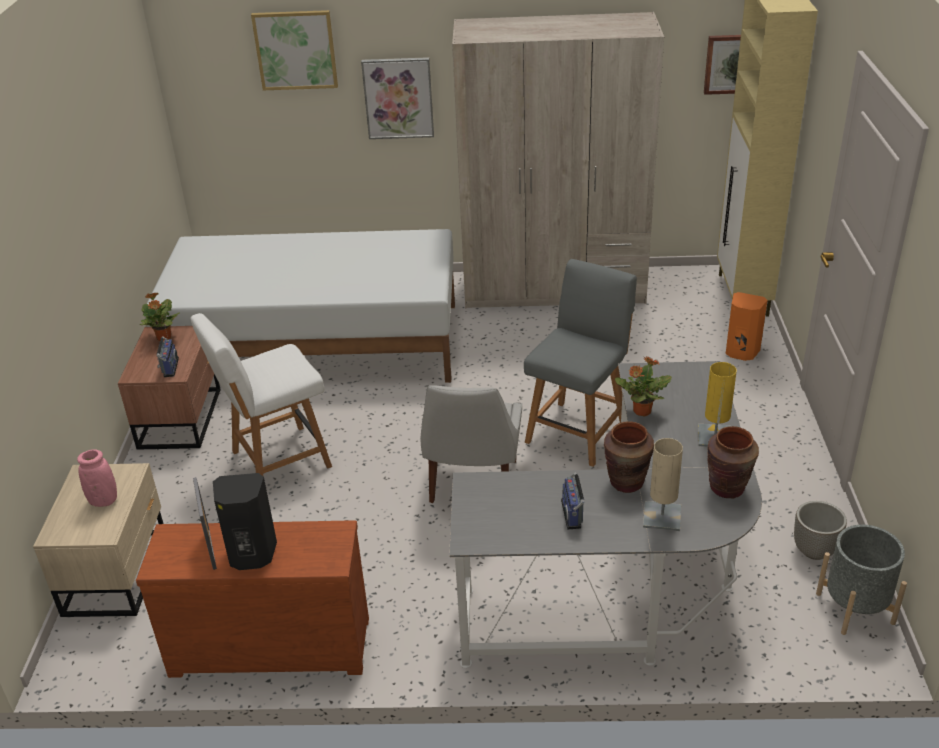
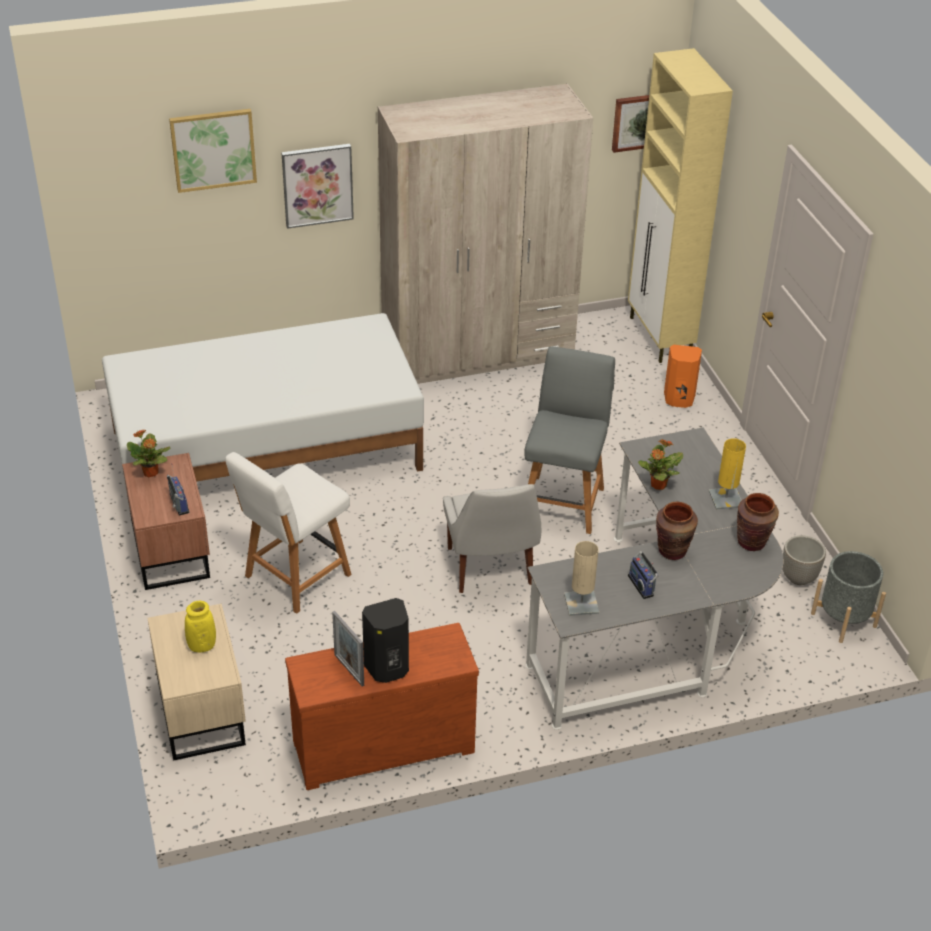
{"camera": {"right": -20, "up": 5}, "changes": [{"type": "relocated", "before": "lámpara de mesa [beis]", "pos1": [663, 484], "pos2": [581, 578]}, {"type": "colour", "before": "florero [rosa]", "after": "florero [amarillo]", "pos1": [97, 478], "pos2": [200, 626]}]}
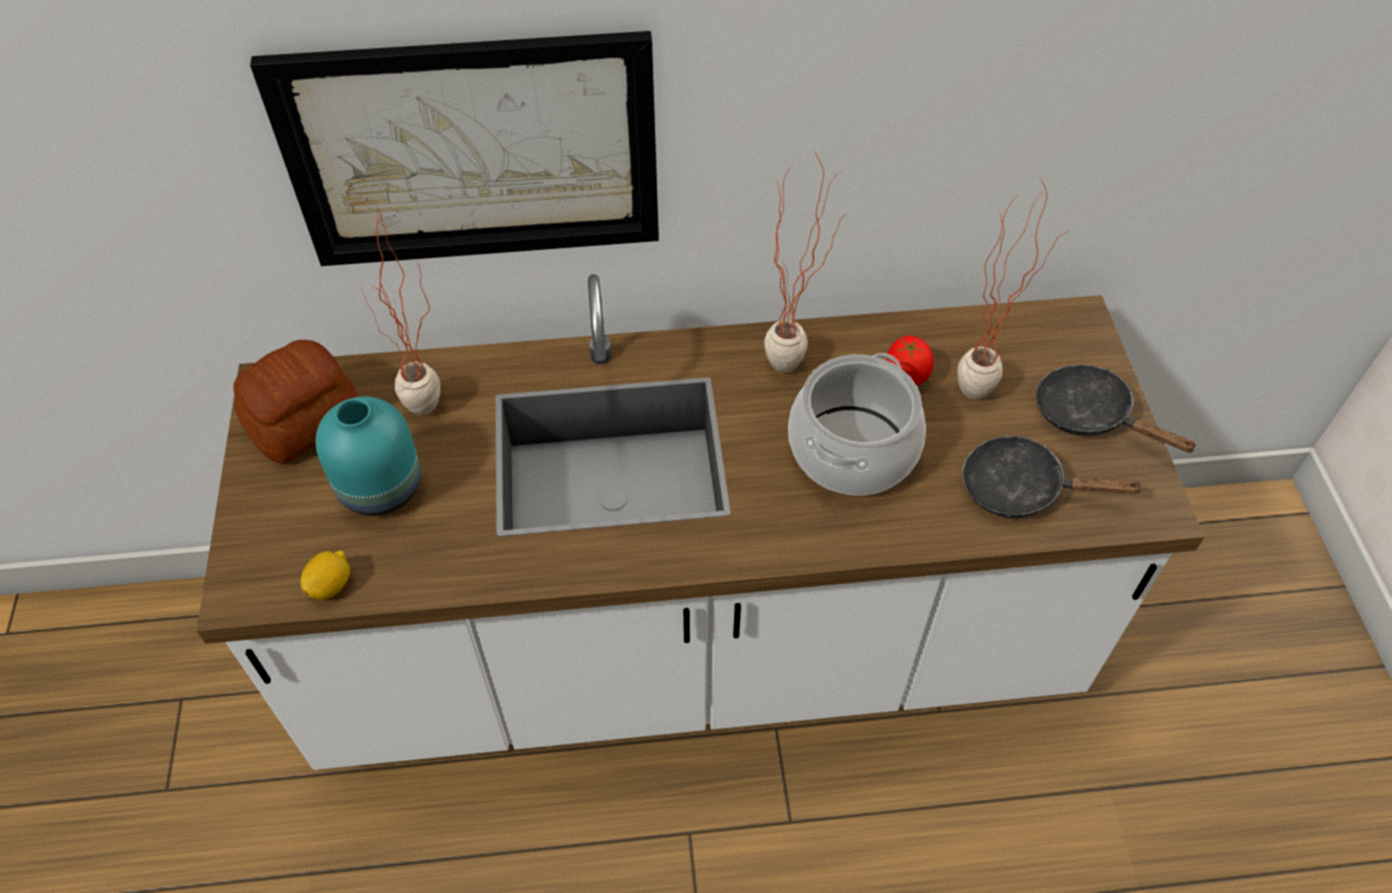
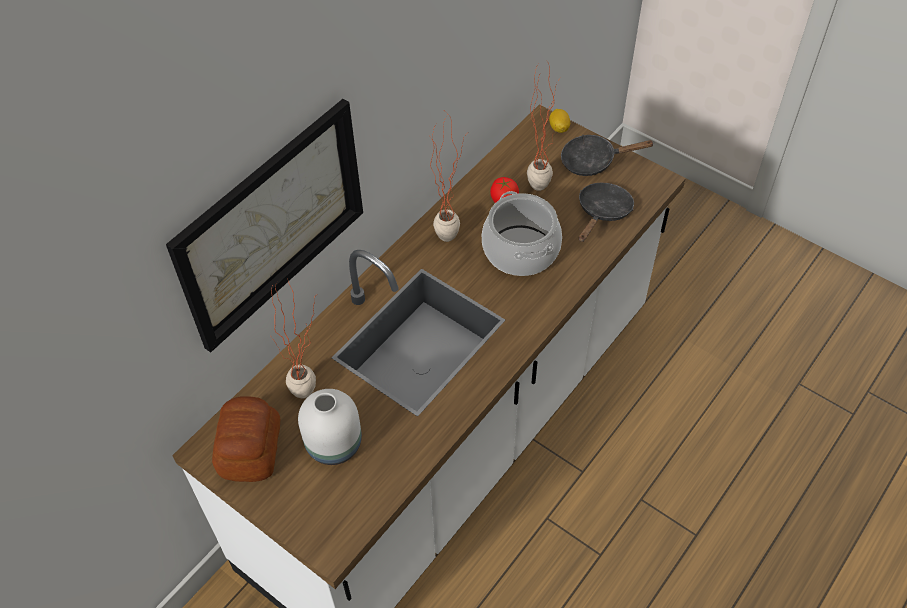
{"camera": {"right": -45, "up": 0}, "changes": [{"type": "relocated", "before": "limón", "pos1": [325, 575], "pos2": [559, 121]}, {"type": "colour", "before": "florero [turquesa]", "after": "florero [blanco]", "pos1": [368, 456], "pos2": [330, 427]}, {"type": "spun", "before": "sartén [negro]", "pos1": [1053, 476], "pos2": [606, 212], "turn": 150}]}
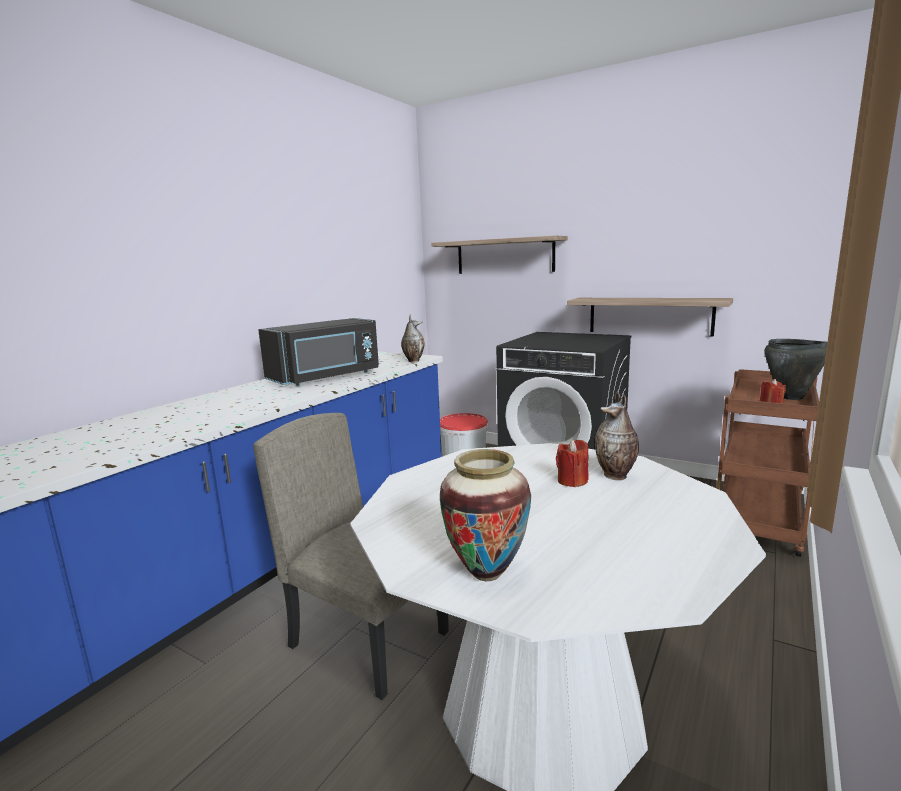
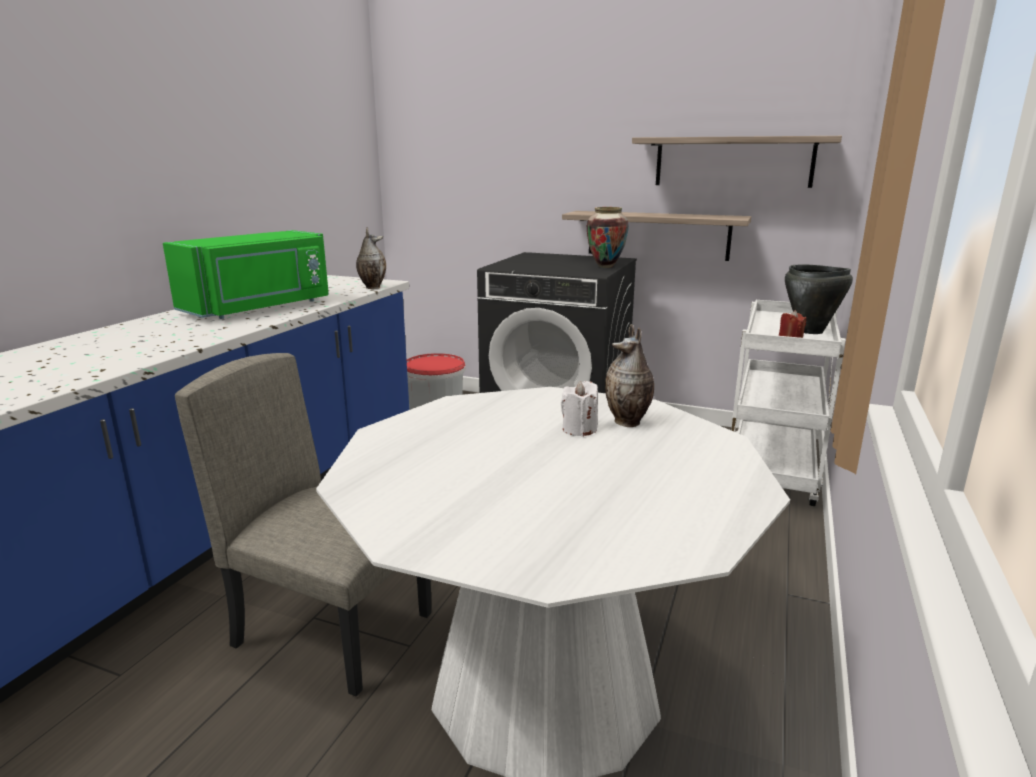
{"camera": {"right": -10, "up": 5}, "changes": [{"type": "relocated", "before": "estante", "pos1": [499, 255], "pos2": [737, 162]}, {"type": "relocated", "before": "florero", "pos1": [485, 515], "pos2": [608, 237]}, {"type": "colour", "before": "microondas [negro]", "after": "microondas [verde]", "pos1": [318, 352], "pos2": [246, 274]}, {"type": "colour", "before": "vela [rojo]", "after": "vela [blanco]", "pos1": [572, 463], "pos2": [579, 409]}, {"type": "colour", "before": "carrito [marrón]", "after": "carrito [blanco]", "pos1": [768, 463], "pos2": [788, 403]}]}
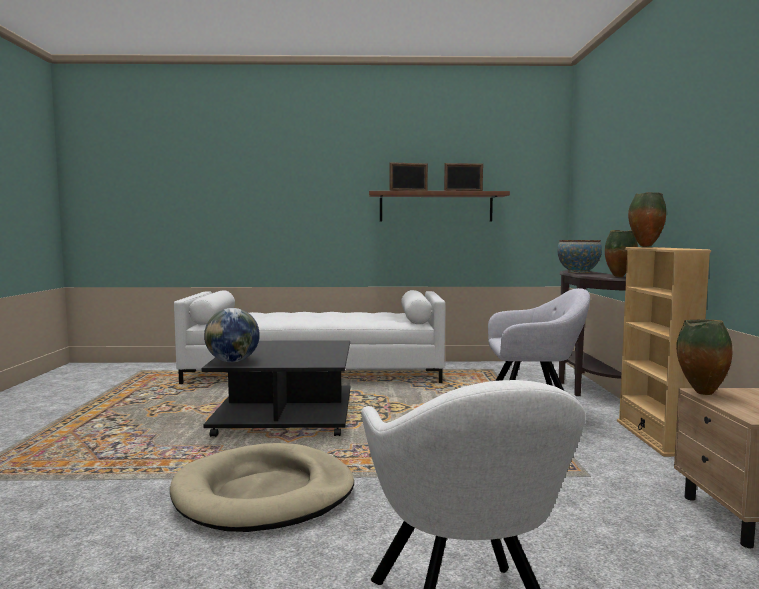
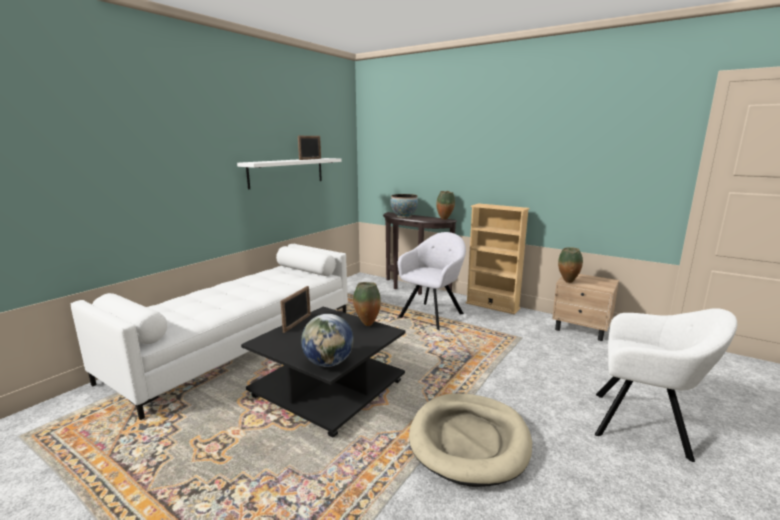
{"camera": {"right": -55, "up": 10}, "changes": [{"type": "relocated", "before": "portarretratos", "pos1": [409, 176], "pos2": [295, 309]}, {"type": "relocated", "before": "florero", "pos1": [647, 219], "pos2": [367, 304]}, {"type": "colour", "before": "estante [marrón]", "after": "estante [blanco]", "pos1": [439, 206], "pos2": [289, 173]}]}
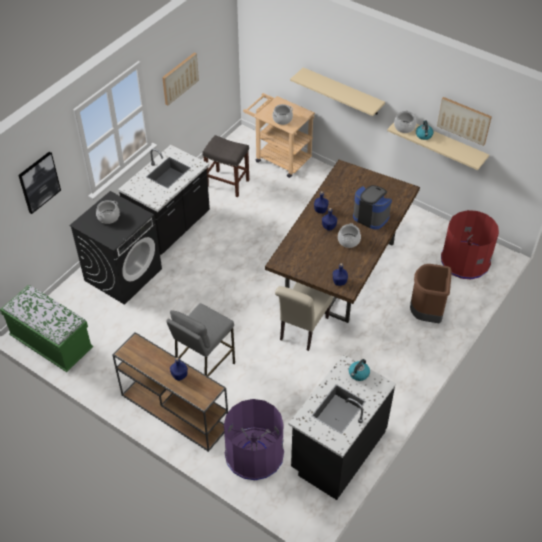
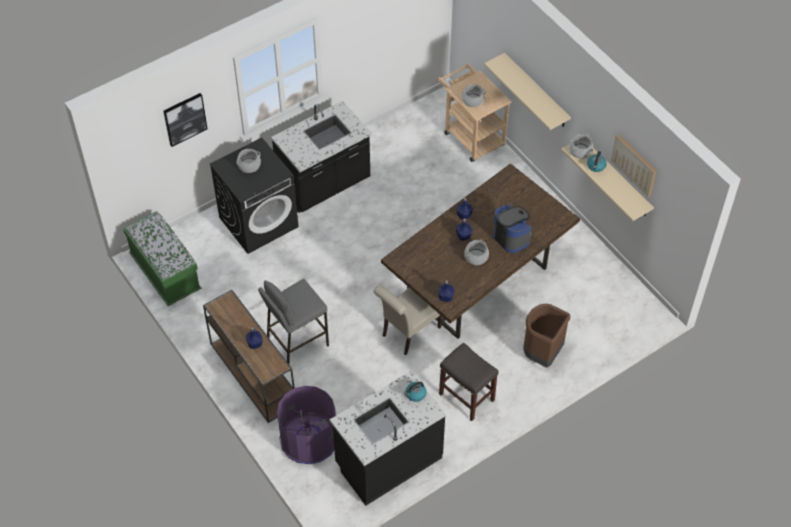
{"camera": {"right": 20, "up": 5}, "changes": [{"type": "missing", "before": "cuadro", "pos1": [180, 79]}, {"type": "missing", "before": "papelera [rojo]", "pos1": [470, 244]}, {"type": "relocated", "before": "taburete [gris]", "pos1": [225, 166], "pos2": [469, 381]}]}
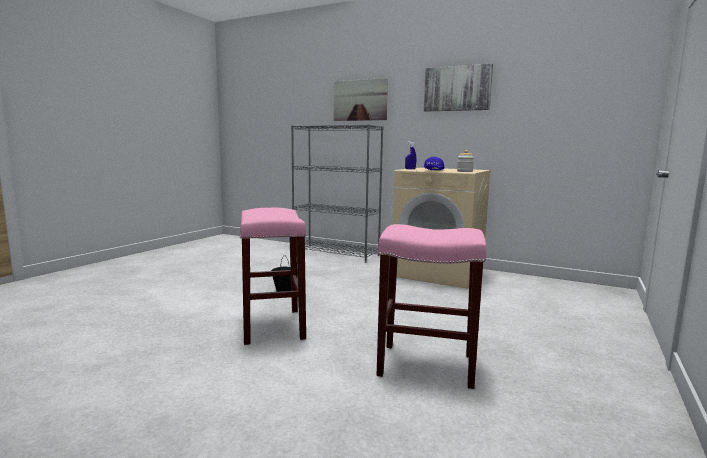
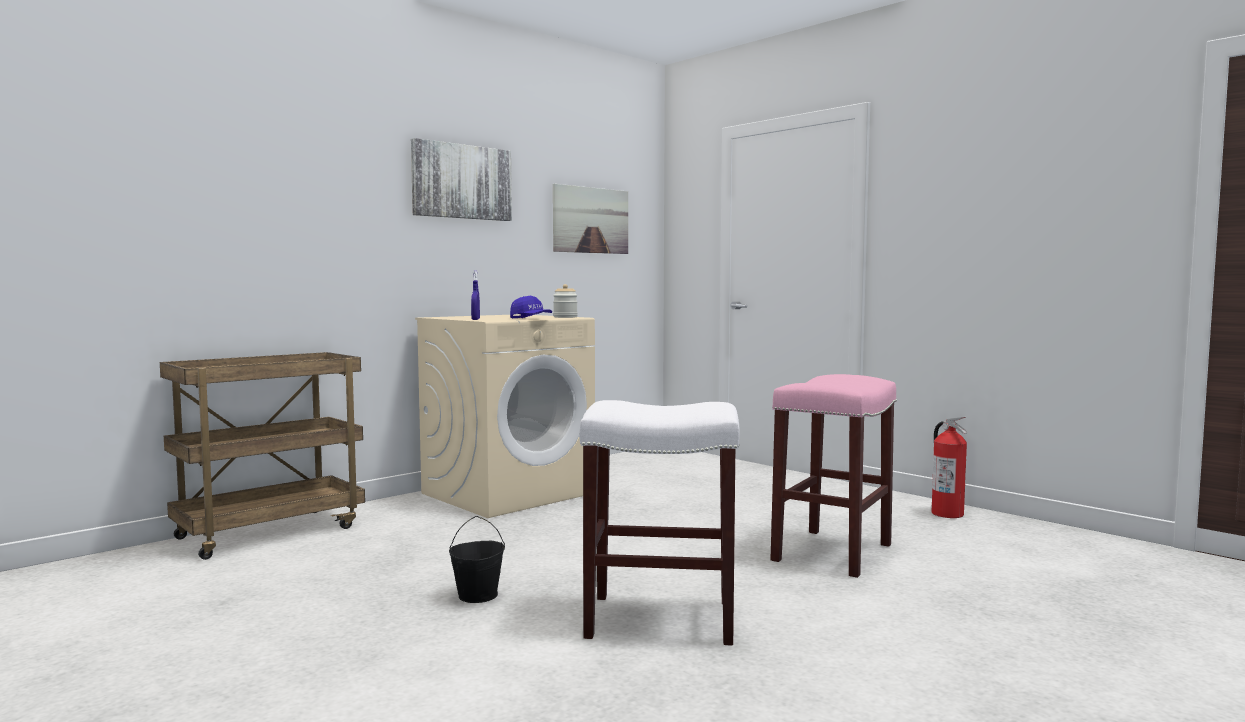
{"camera": {"right": -70, "up": -5}, "changes": [{"type": "appeared", "after": "extintor", "pos2": [949, 467]}, {"type": "relocated", "before": "cuadro", "pos1": [361, 99], "pos2": [590, 219]}, {"type": "exchanged", "before": "estantería [gris]", "after": "carrito [marrón]", "pos1": [337, 194], "pos2": [262, 456]}, {"type": "colour", "before": "taburete [rosa]", "after": "taburete [blanco]", "pos1": [273, 276], "pos2": [659, 523]}]}
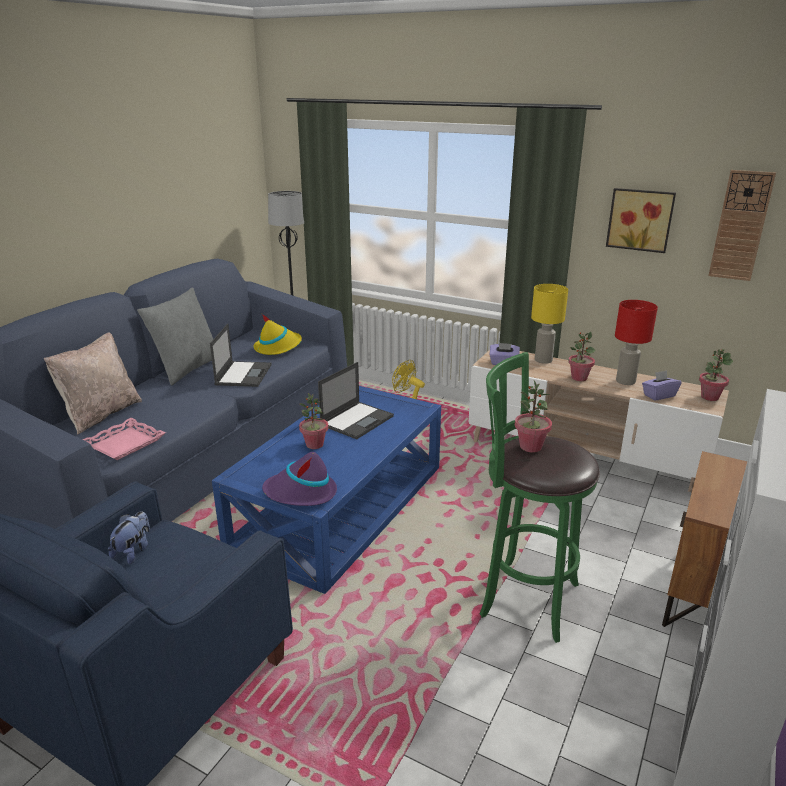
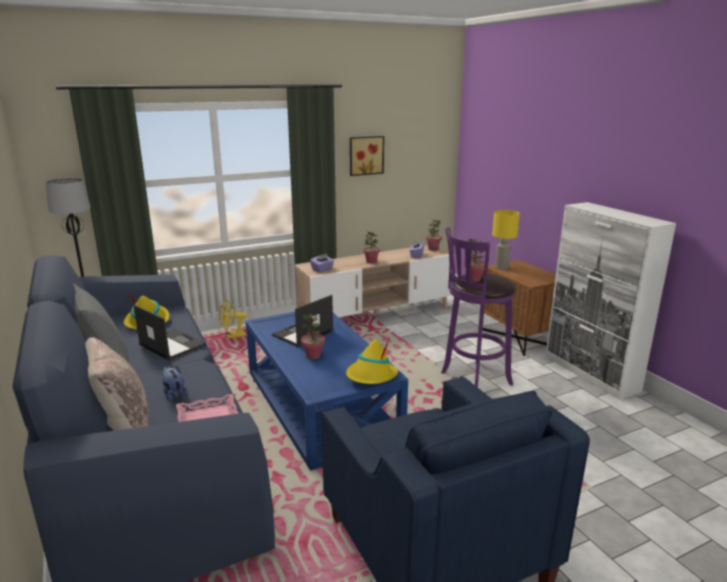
{"camera": {"right": -55, "up": -5}, "changes": [{"type": "missing", "before": "lámpara de mesa [rojo]", "pos1": [636, 342]}, {"type": "missing", "before": "reloj de pared", "pos1": [742, 225]}, {"type": "relocated", "before": "peluche", "pos1": [129, 537], "pos2": [175, 384]}, {"type": "relocated", "before": "lámpara de mesa [amarillo]", "pos1": [549, 324], "pos2": [506, 240]}, {"type": "colour", "before": "sombrero [morado]", "after": "sombrero [amarillo]", "pos1": [299, 479], "pos2": [372, 361]}, {"type": "colour", "before": "taburete [verde]", "after": "taburete [morado]", "pos1": [540, 497], "pos2": [478, 307]}, {"type": "spun", "before": "portátil", "pos1": [356, 400], "pos2": [303, 321], "turn": -120}]}
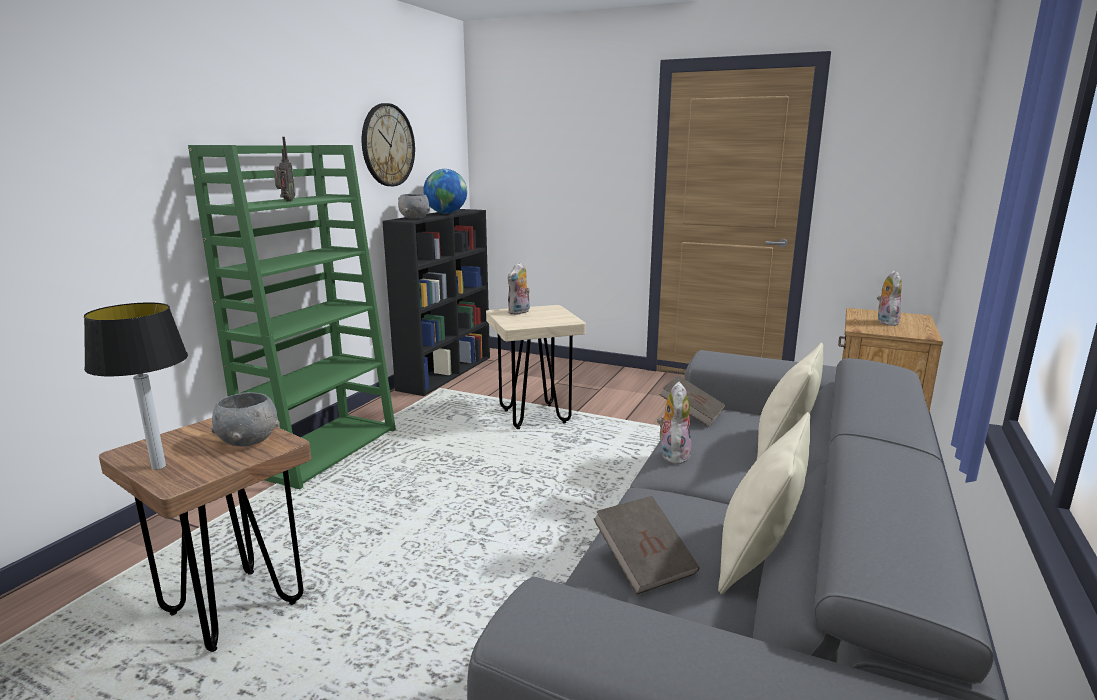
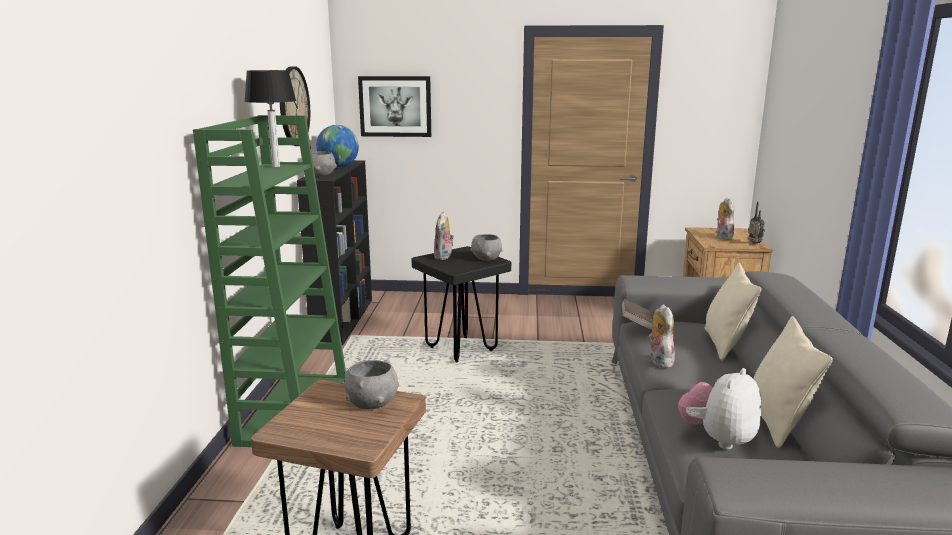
{"camera": {"right": -20, "up": 0}, "changes": [{"type": "appeared", "after": "cuadro", "pos2": [394, 106]}, {"type": "appeared", "after": "cuenco [gris]", "pos2": [486, 247]}, {"type": "relocated", "before": "lámpara de mesa", "pos1": [136, 386], "pos2": [270, 118]}, {"type": "relocated", "before": "radio", "pos1": [284, 169], "pos2": [756, 223]}, {"type": "exchanged", "before": "libro [marrón]", "after": "peluche", "pos1": [646, 545], "pos2": [719, 409]}, {"type": "colour", "before": "taburete [beis]", "after": "taburete [negro]", "pos1": [536, 367], "pos2": [461, 304]}]}
